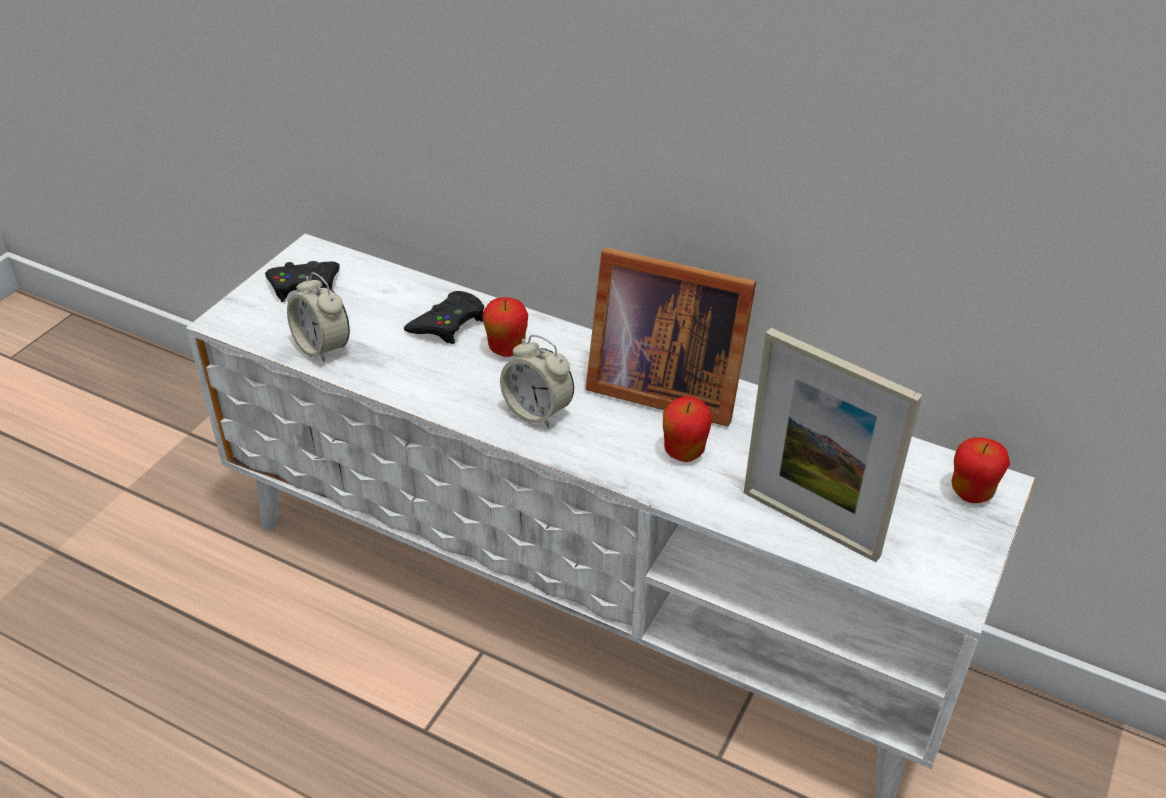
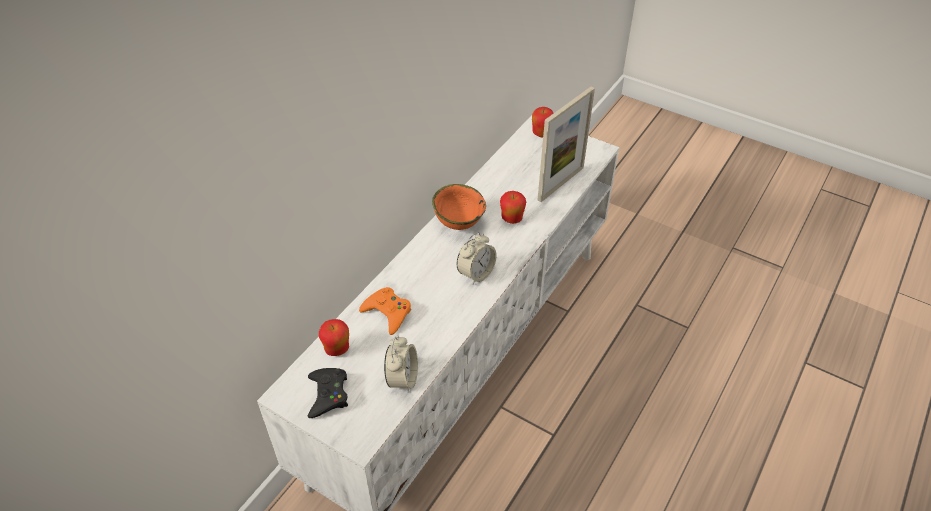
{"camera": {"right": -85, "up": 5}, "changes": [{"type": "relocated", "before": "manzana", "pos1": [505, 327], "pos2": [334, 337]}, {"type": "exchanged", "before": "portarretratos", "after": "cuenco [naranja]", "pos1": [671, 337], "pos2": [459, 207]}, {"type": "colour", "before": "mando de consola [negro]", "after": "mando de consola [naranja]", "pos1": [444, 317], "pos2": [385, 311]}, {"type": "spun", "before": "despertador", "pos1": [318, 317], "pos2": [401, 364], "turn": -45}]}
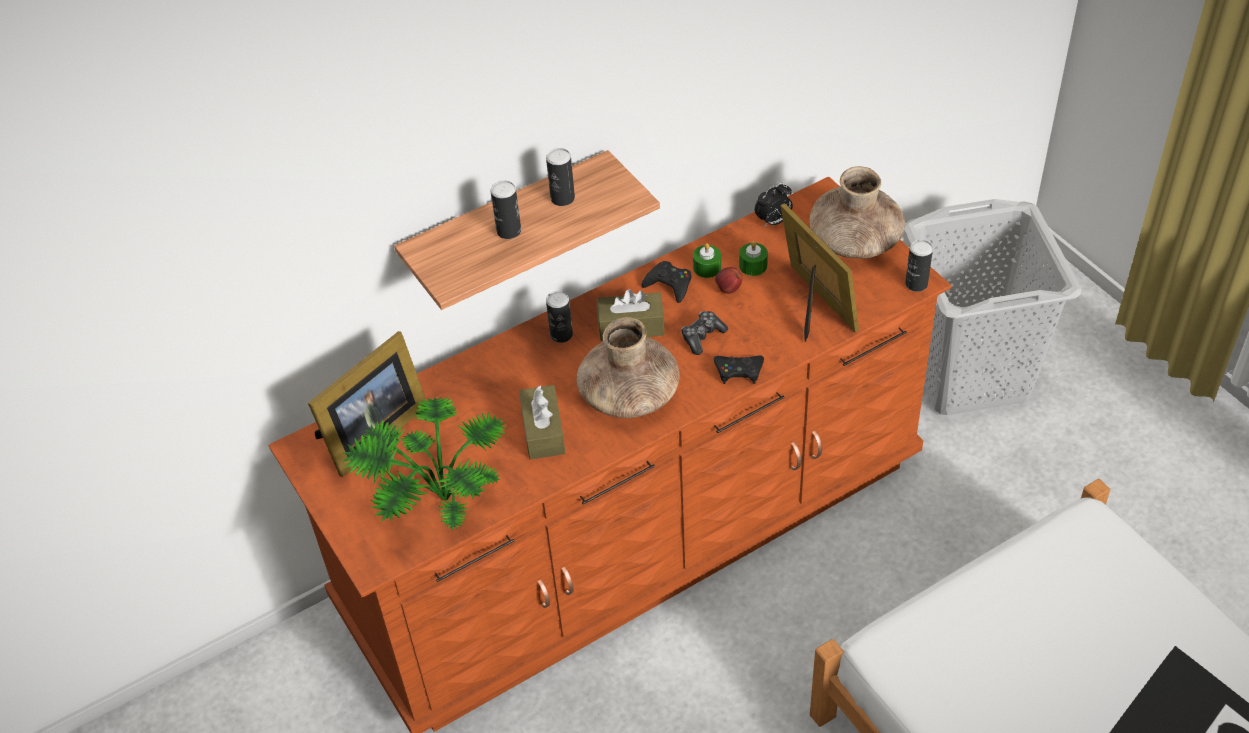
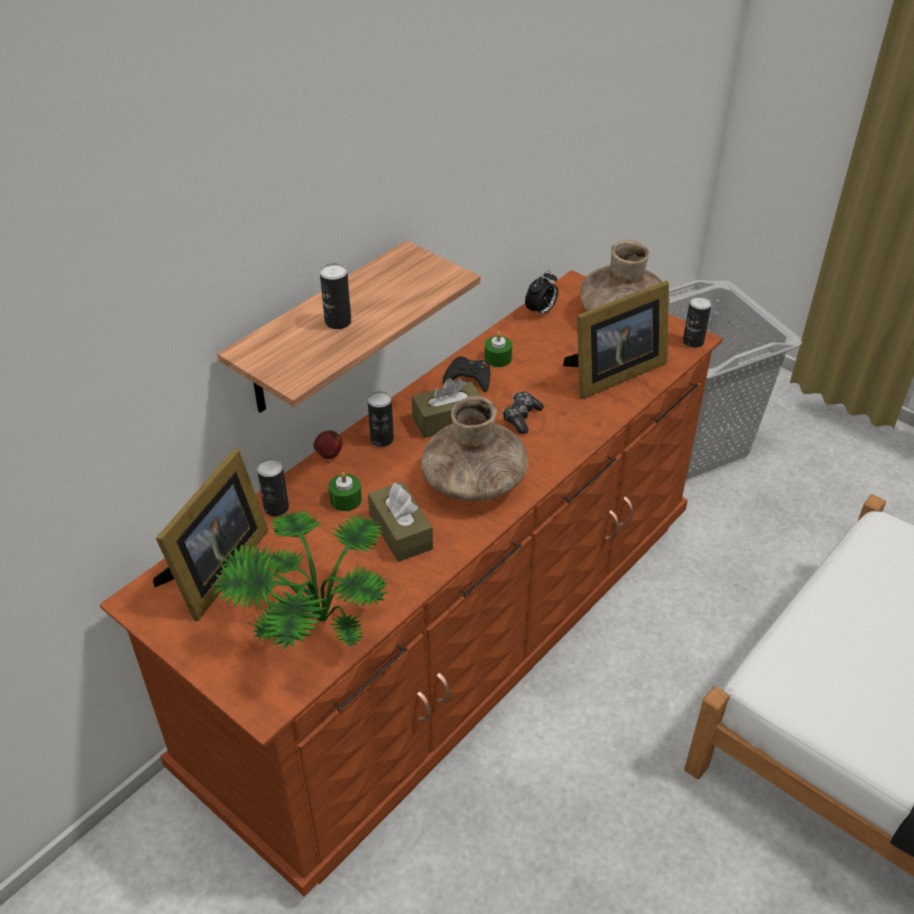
{"camera": {"right": -20, "up": -5}, "changes": [{"type": "missing", "before": "mando de consola [negro]", "pos1": [739, 369]}, {"type": "relocated", "before": "lata", "pos1": [560, 177], "pos2": [273, 487]}, {"type": "relocated", "before": "manzana", "pos1": [729, 280], "pos2": [328, 444]}, {"type": "relocated", "before": "vela [verde]", "pos1": [753, 258], "pos2": [345, 491]}, {"type": "spun", "before": "portarretratos", "pos1": [819, 272], "pos2": [616, 340], "turn": 105}]}
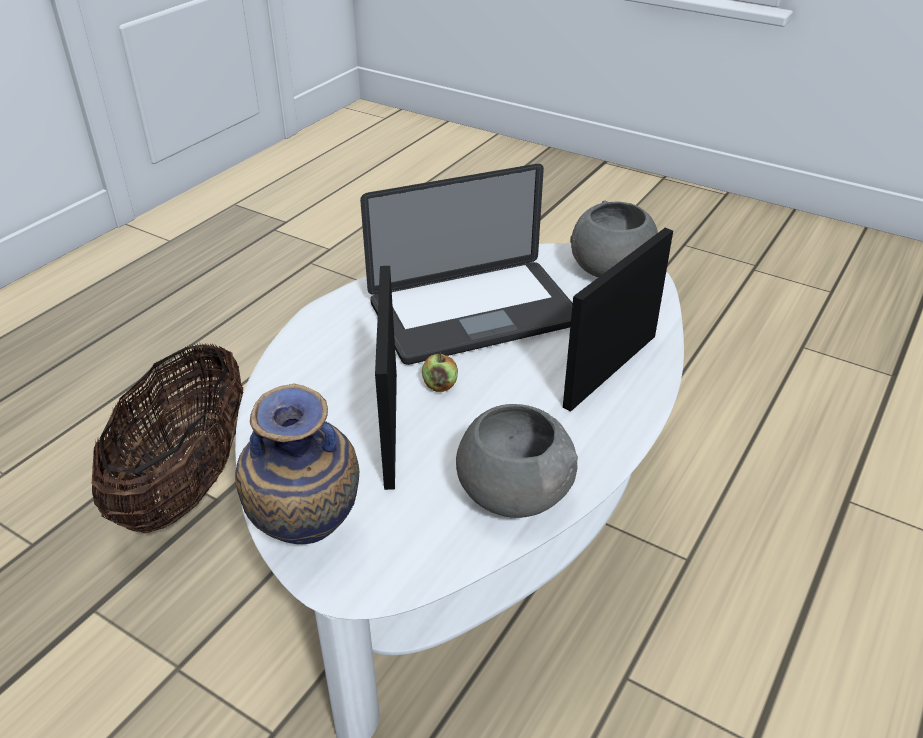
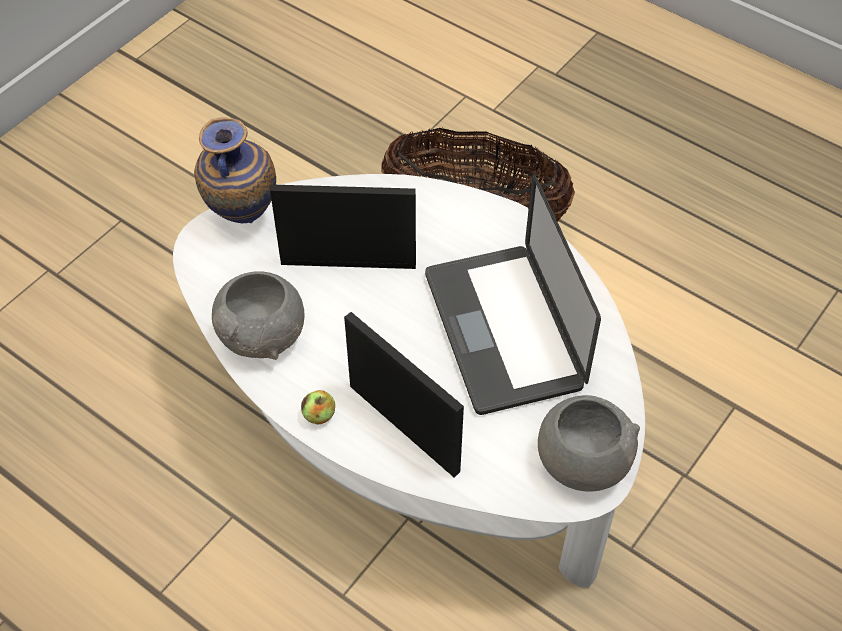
{"camera": {"right": 95, "up": 15}, "changes": [{"type": "relocated", "before": "manzana", "pos1": [440, 372], "pos2": [318, 407]}]}
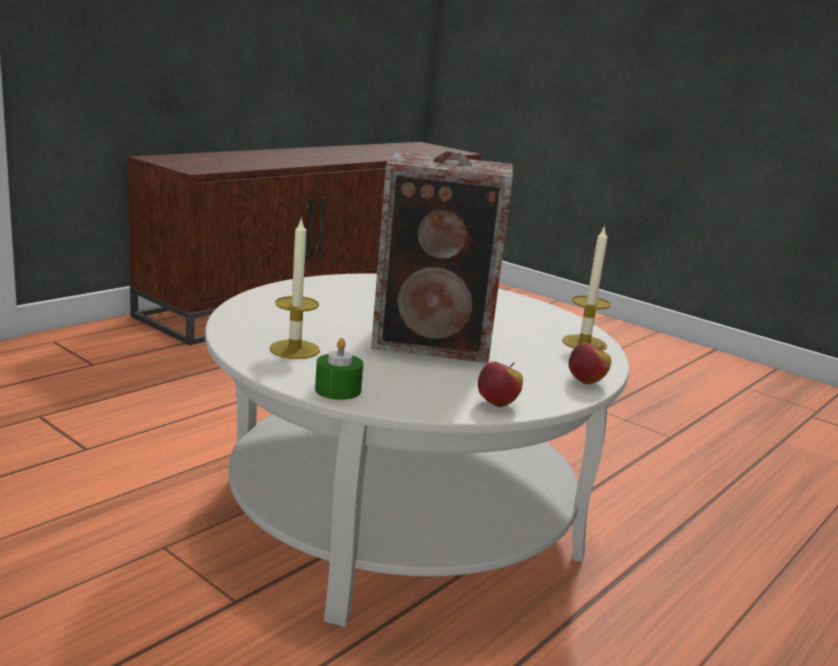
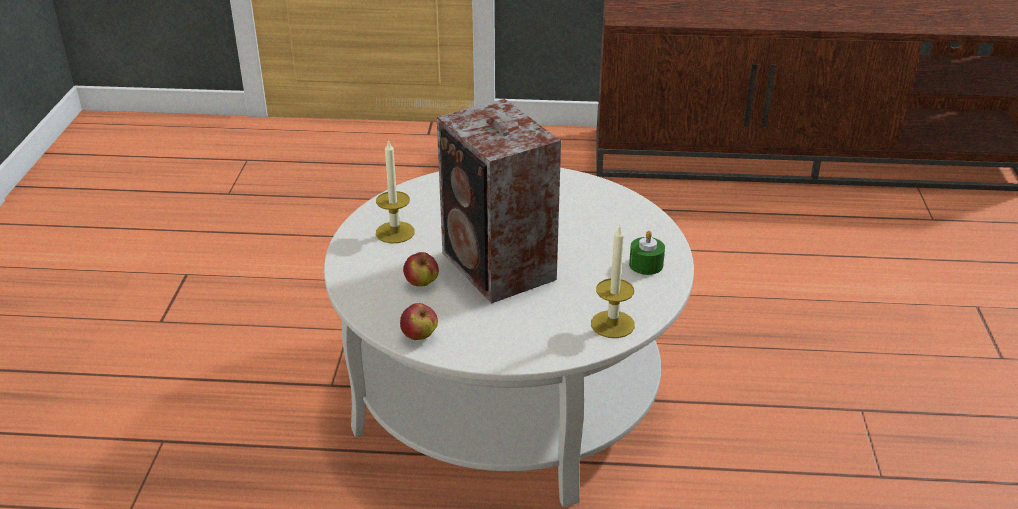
{"camera": {"right": 55, "up": 15}, "changes": [{"type": "relocated", "before": "vela [verde]", "pos1": [339, 369], "pos2": [647, 253]}, {"type": "relocated", "before": "manzana", "pos1": [590, 363], "pos2": [421, 269]}]}
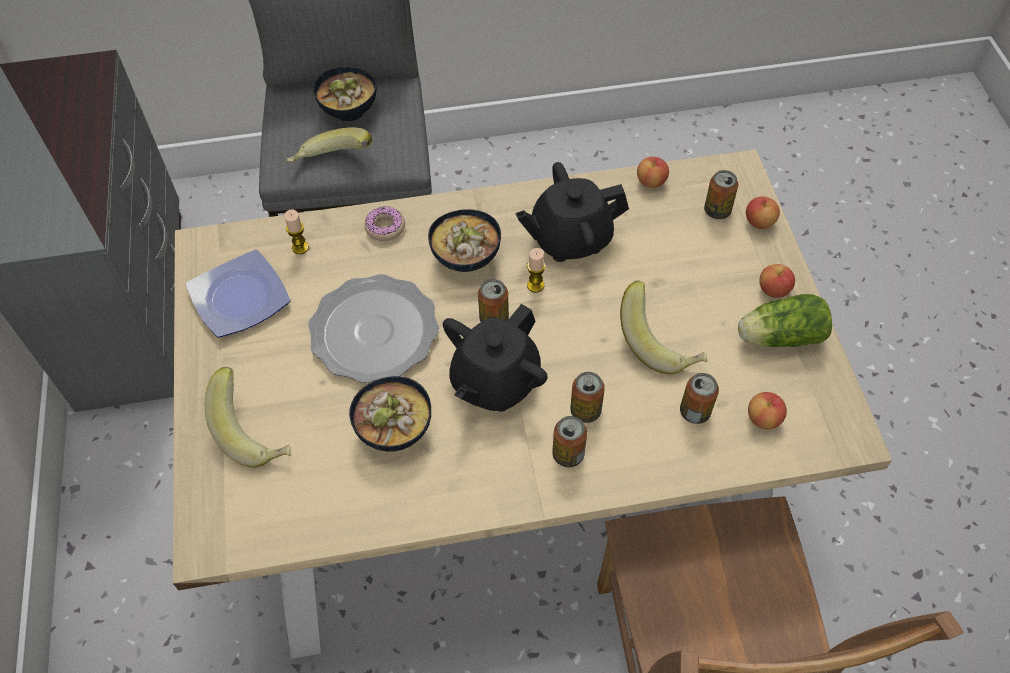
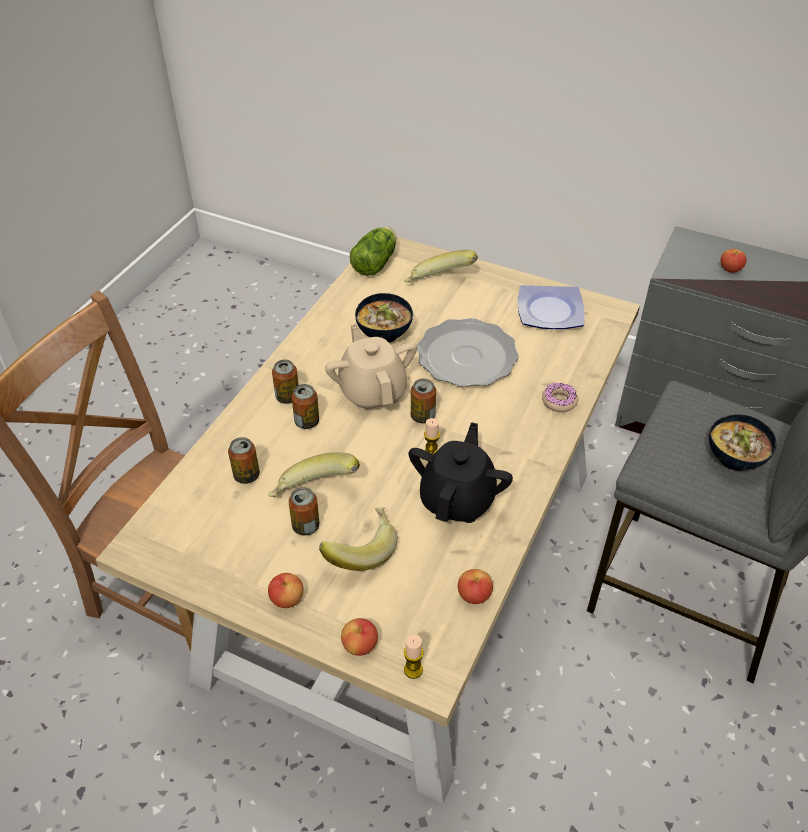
{"camera": {"right": 125, "up": -10}, "changes": [{"type": "missing", "before": "cuenco", "pos1": [464, 240]}, {"type": "relocated", "before": "vela", "pos1": [296, 232], "pos2": [414, 657]}, {"type": "relocated", "before": "plátano", "pos1": [329, 145], "pos2": [358, 539]}, {"type": "relocated", "before": "lata", "pos1": [721, 194], "pos2": [304, 511]}, {"type": "relocated", "before": "lechuga", "pos1": [785, 320], "pos2": [373, 251]}, {"type": "relocated", "before": "manzana", "pos1": [767, 410], "pos2": [733, 261]}, {"type": "colour", "before": "tetera [negro]", "after": "tetera [beis]", "pos1": [495, 358], "pos2": [371, 367]}]}
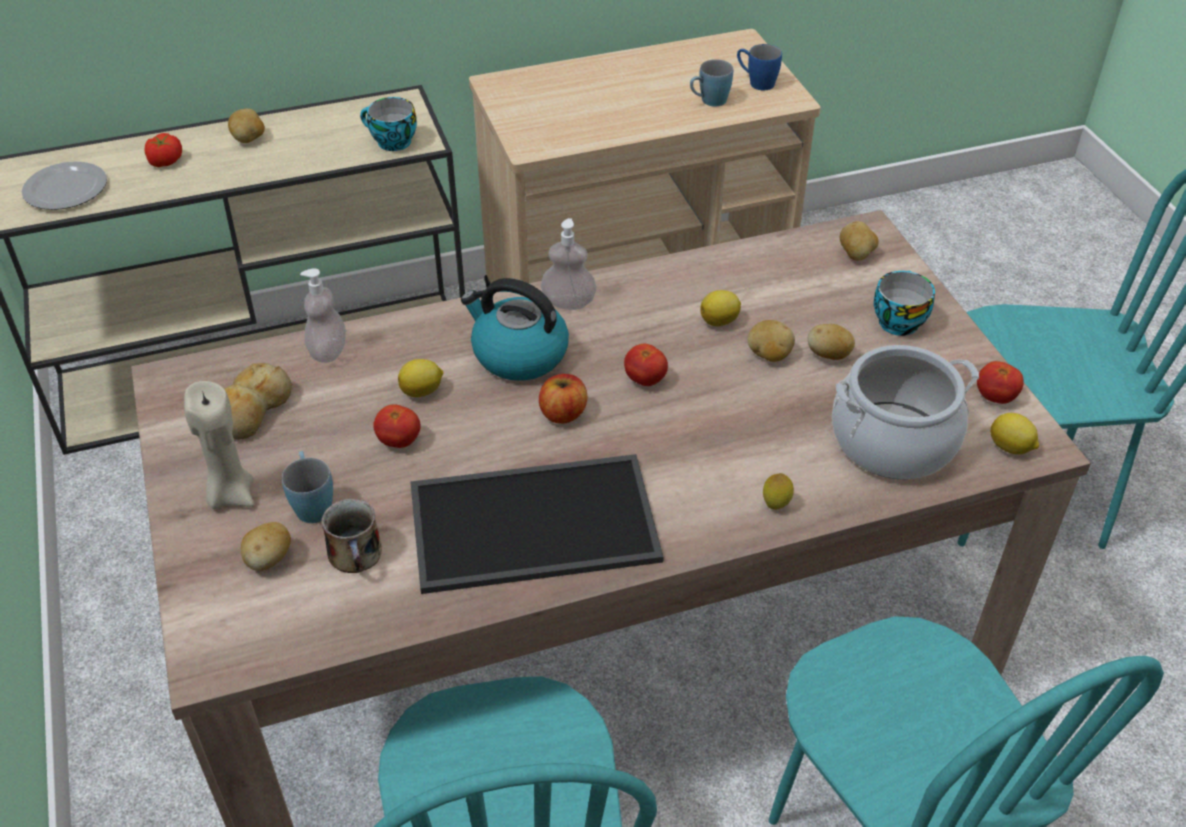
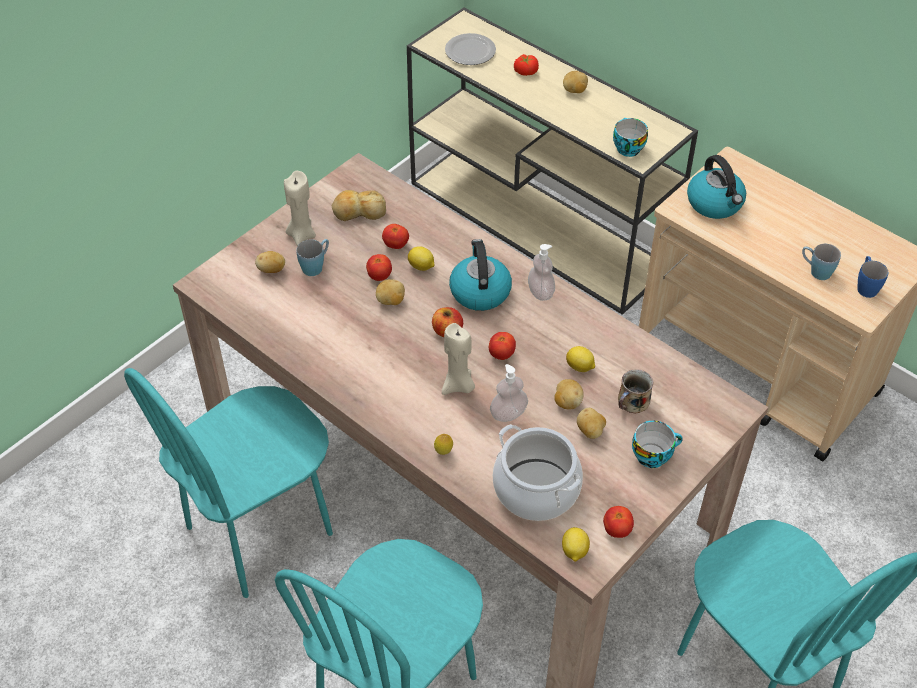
{"camera": {"right": 60, "up": 5}, "changes": [{"type": "missing", "before": "bandeja", "pos1": [537, 524]}, {"type": "appeared", "after": "tomate", "pos2": [395, 236]}, {"type": "appeared", "after": "vela [beis]", "pos2": [458, 359]}, {"type": "appeared", "after": "hervidor", "pos2": [716, 187]}, {"type": "relocated", "before": "dispensador de jabón", "pos1": [323, 315], "pos2": [509, 393]}, {"type": "relocated", "before": "taza grande", "pos1": [351, 536], "pos2": [635, 391]}, {"type": "relocated", "before": "patata", "pos1": [859, 241], "pos2": [390, 292]}]}
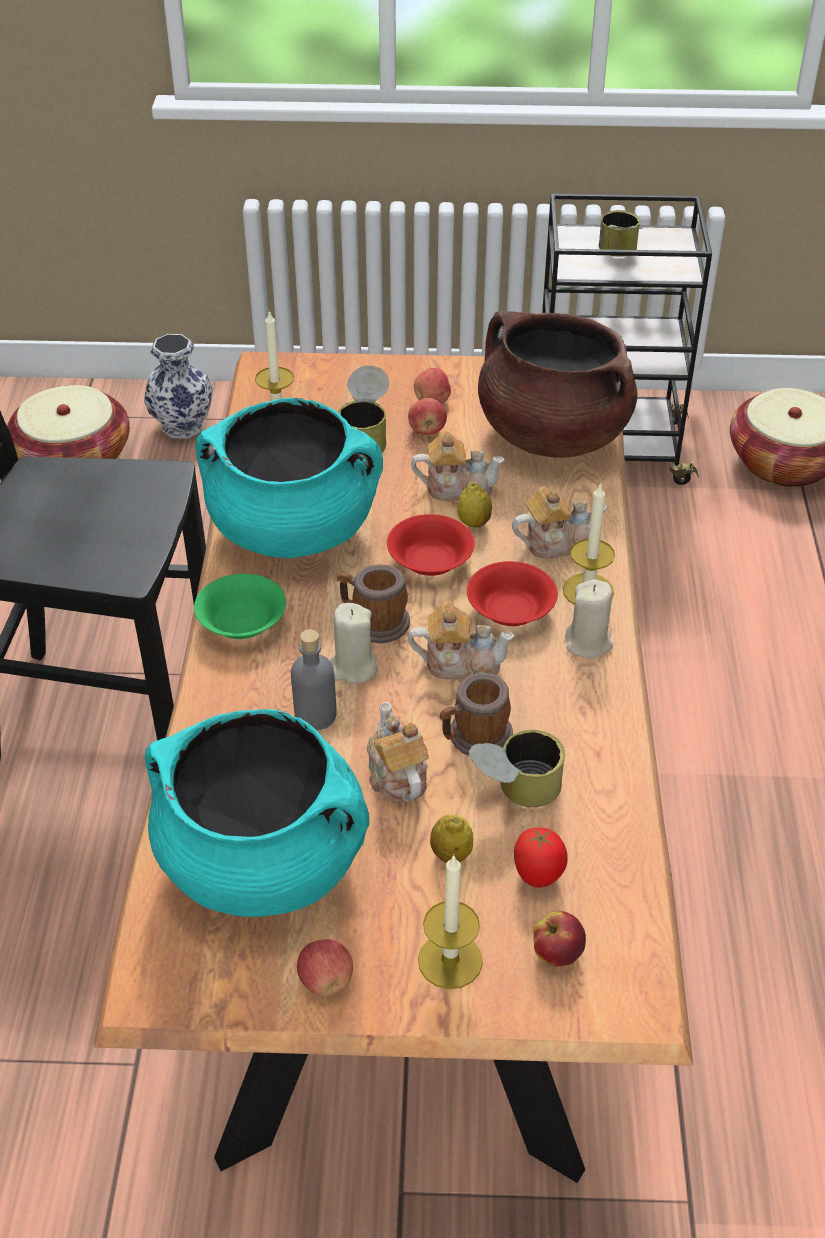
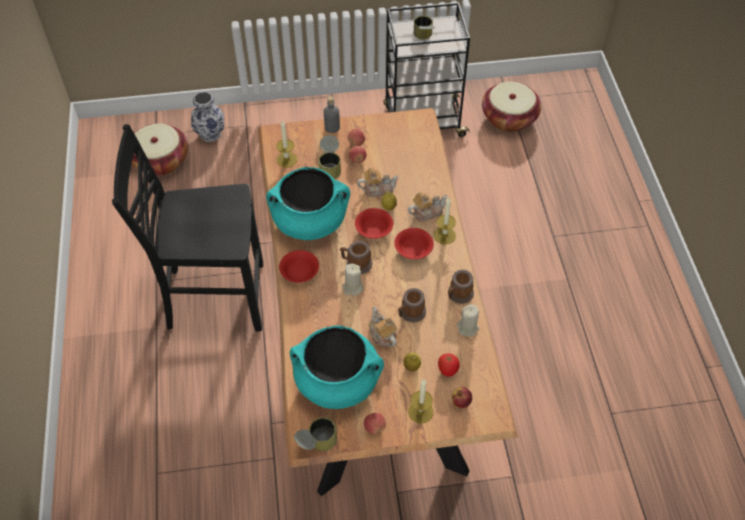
{"camera": {"right": -10, "up": 10}, "changes": [{"type": "missing", "before": "tetera", "pos1": [461, 640]}, {"type": "missing", "before": "olla [marrón]", "pos1": [557, 384]}, {"type": "appeared", "after": "taza grande", "pos2": [461, 287]}, {"type": "relocated", "before": "botella [gris]", "pos1": [314, 679], "pos2": [332, 114]}, {"type": "relocated", "before": "lata", "pos1": [517, 768], "pos2": [315, 434]}, {"type": "relocated", "before": "vela [beis]", "pos1": [589, 619], "pos2": [468, 320]}, {"type": "colour", "before": "cuenco [verde]", "after": "cuenco [rojo]", "pos1": [240, 606], "pos2": [299, 266]}]}
